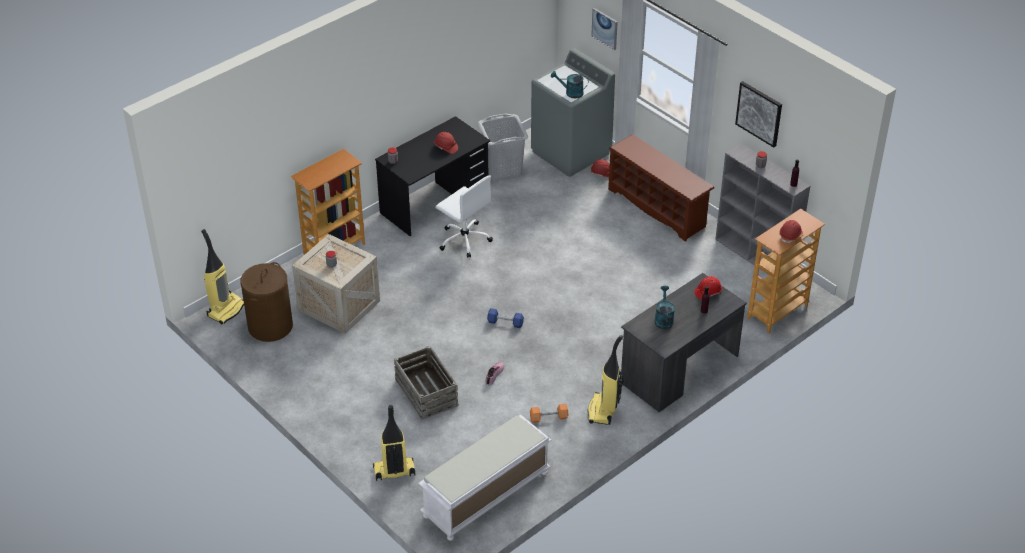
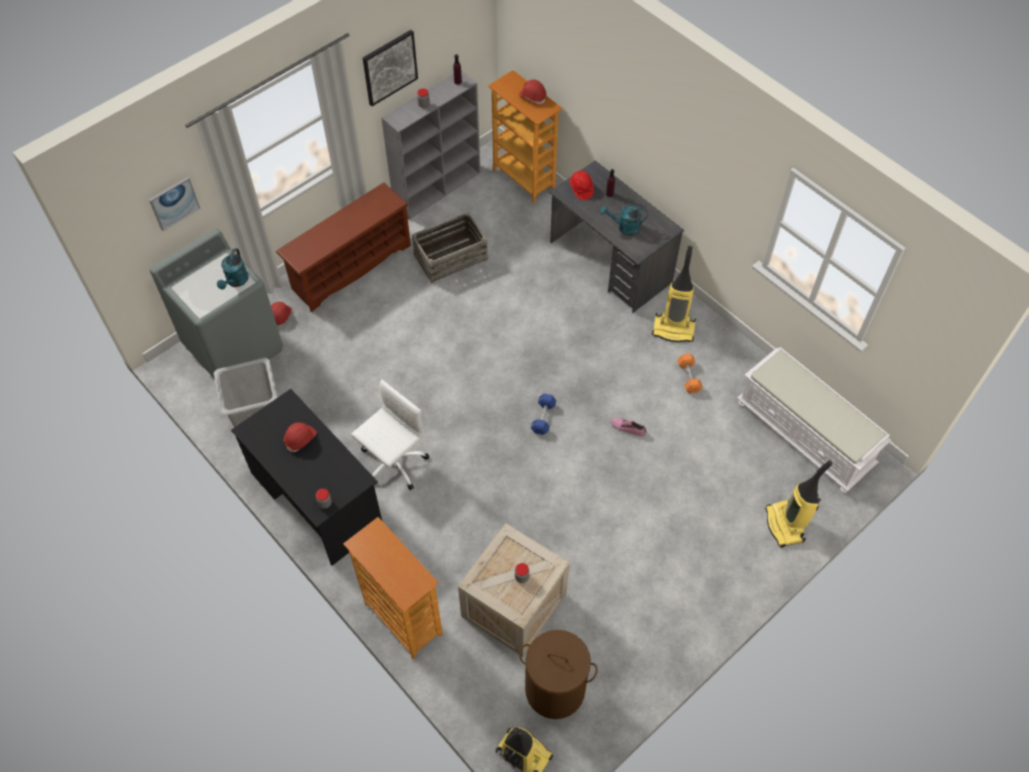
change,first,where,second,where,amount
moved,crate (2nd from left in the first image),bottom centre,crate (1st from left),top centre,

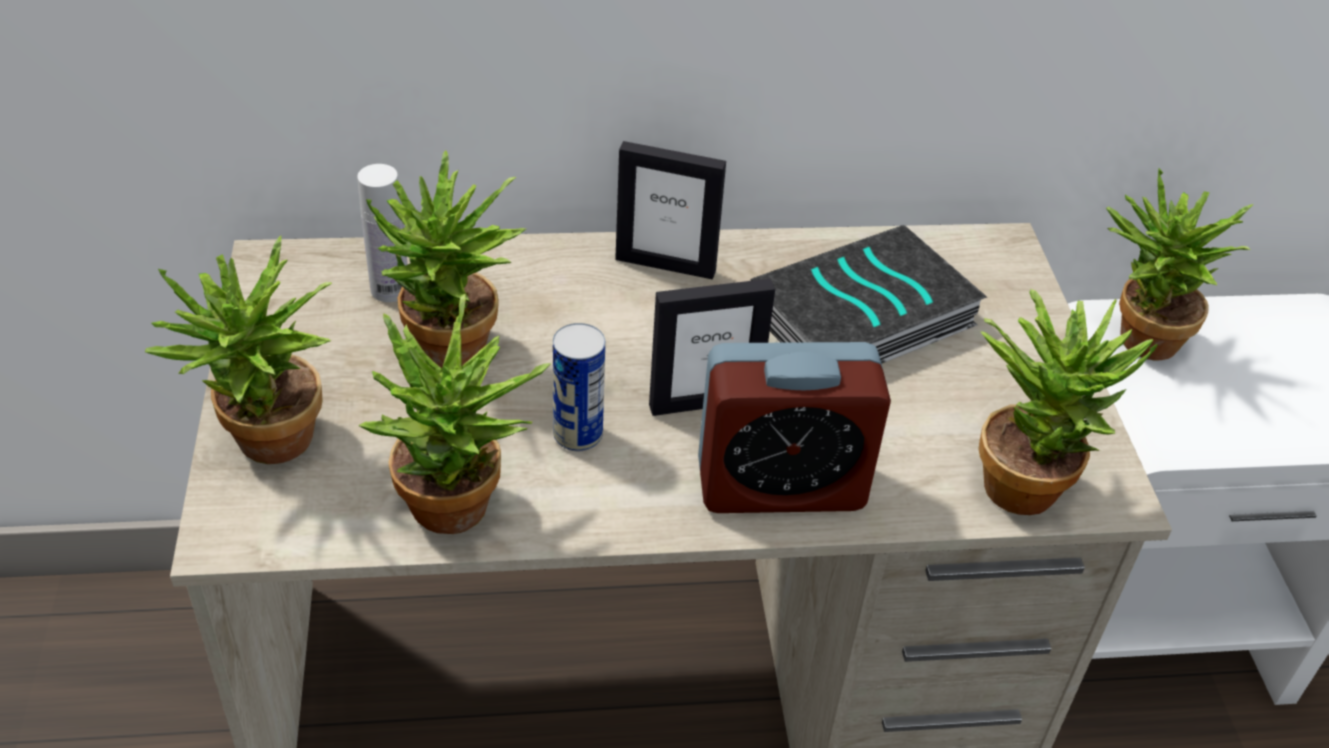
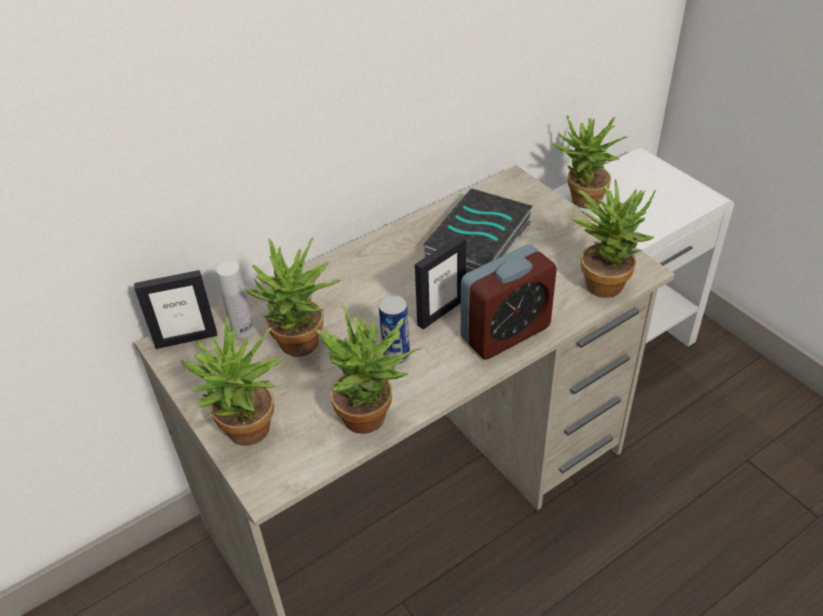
change,first,where,second,where,amount
moved,picture frame (1st from left),top centre,,middle left,

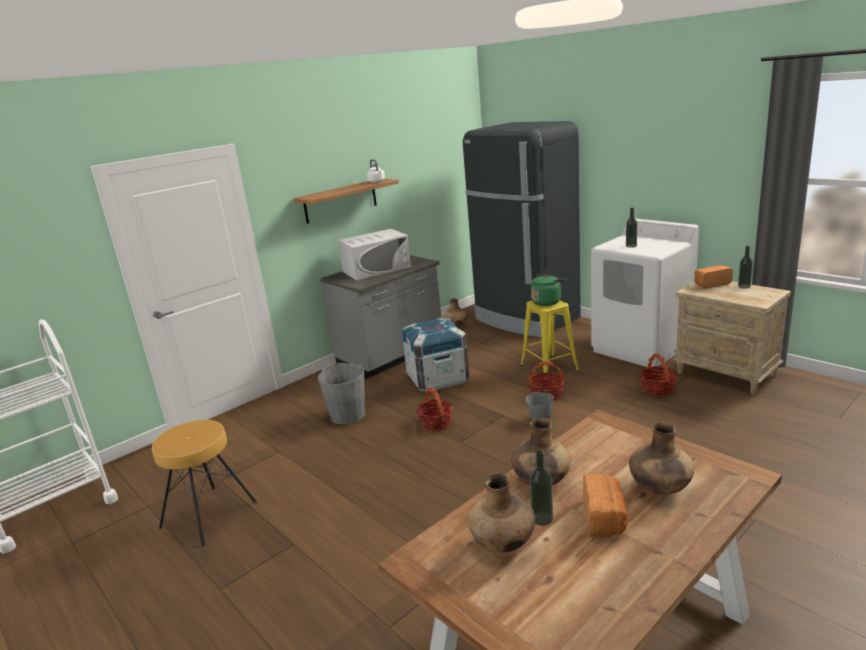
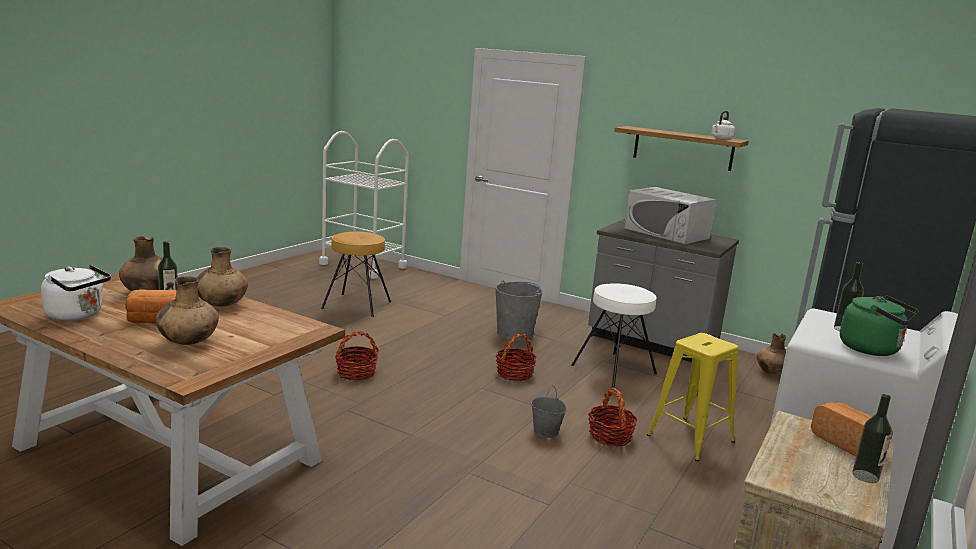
change,first,where,second,where,amount
replaced,crate,centre,stool (white),centre,
moved,kettle (green),centre,,middle right,
moved,basket (3rd from left in the first image),middle right,basket (1st from left),centre,
added,,,kettle (white) (1st from left),middle left,

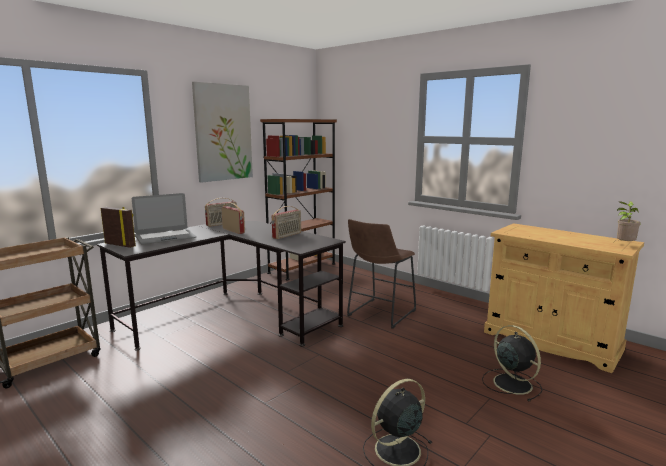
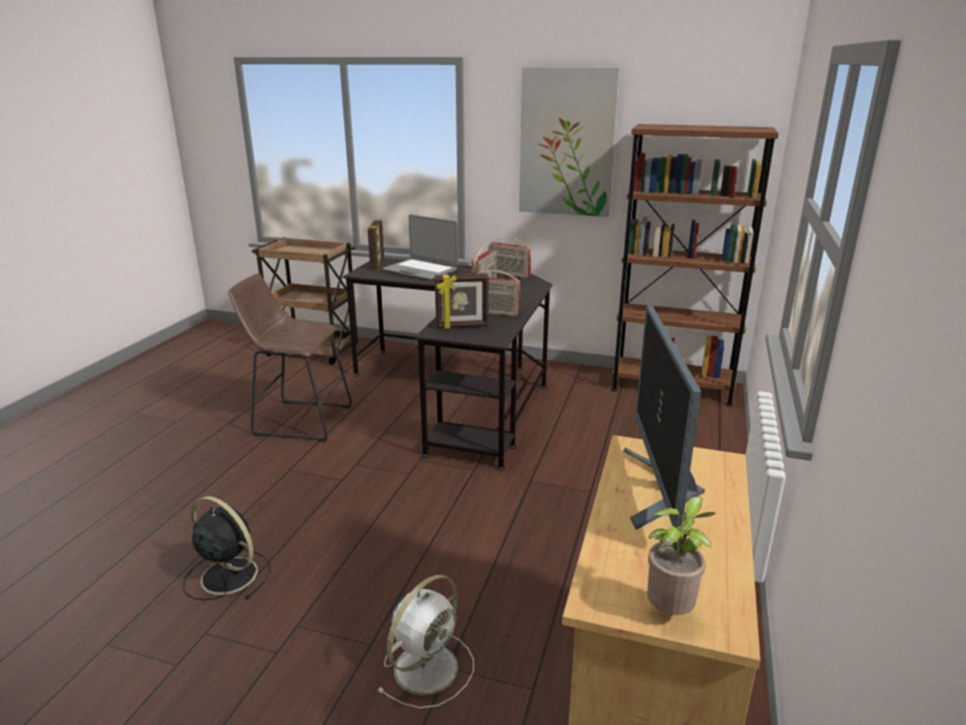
change,first,where,second,where,amount
moved,stool (brown),centre,,middle left,
recoloured,fan (black) (2nd from left),bottom right,fan (white),bottom centre,
added,,,picture frame (2nd from left),centre,
added,,,monitor,middle right,

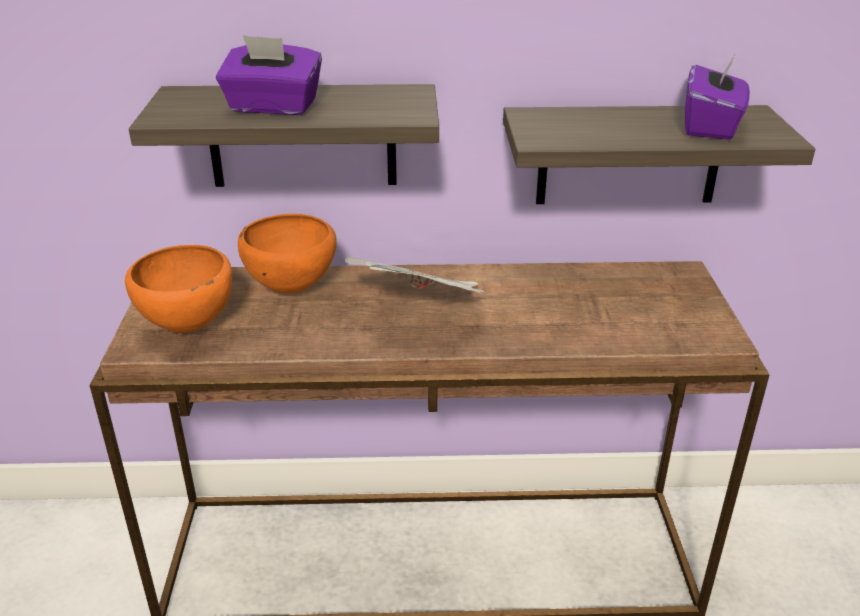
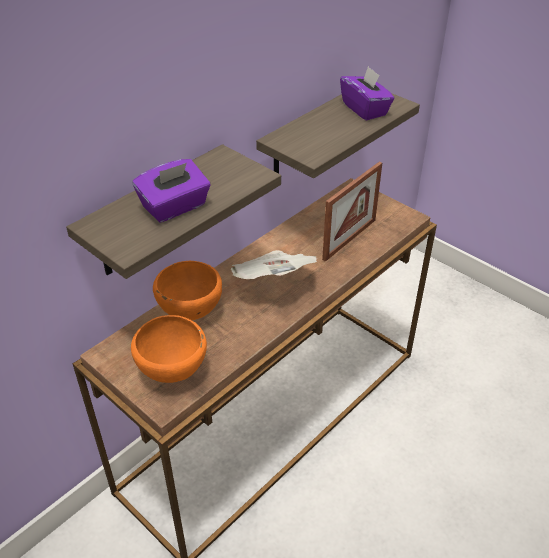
change,first,where,second,where,amount
added,,,picture frame,centre,

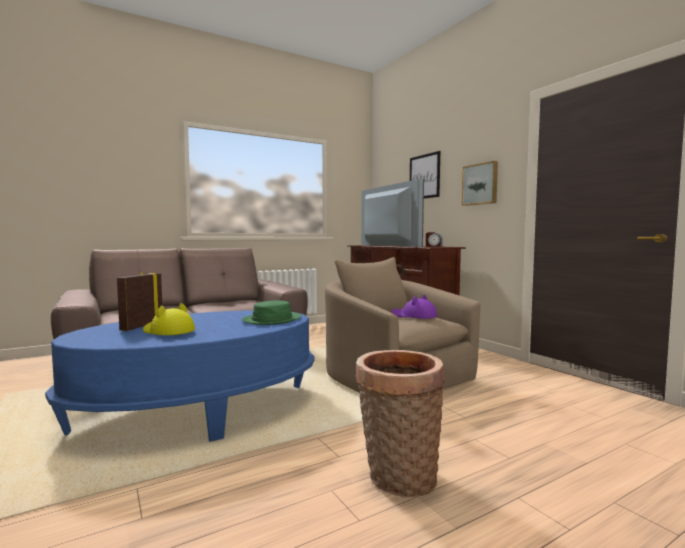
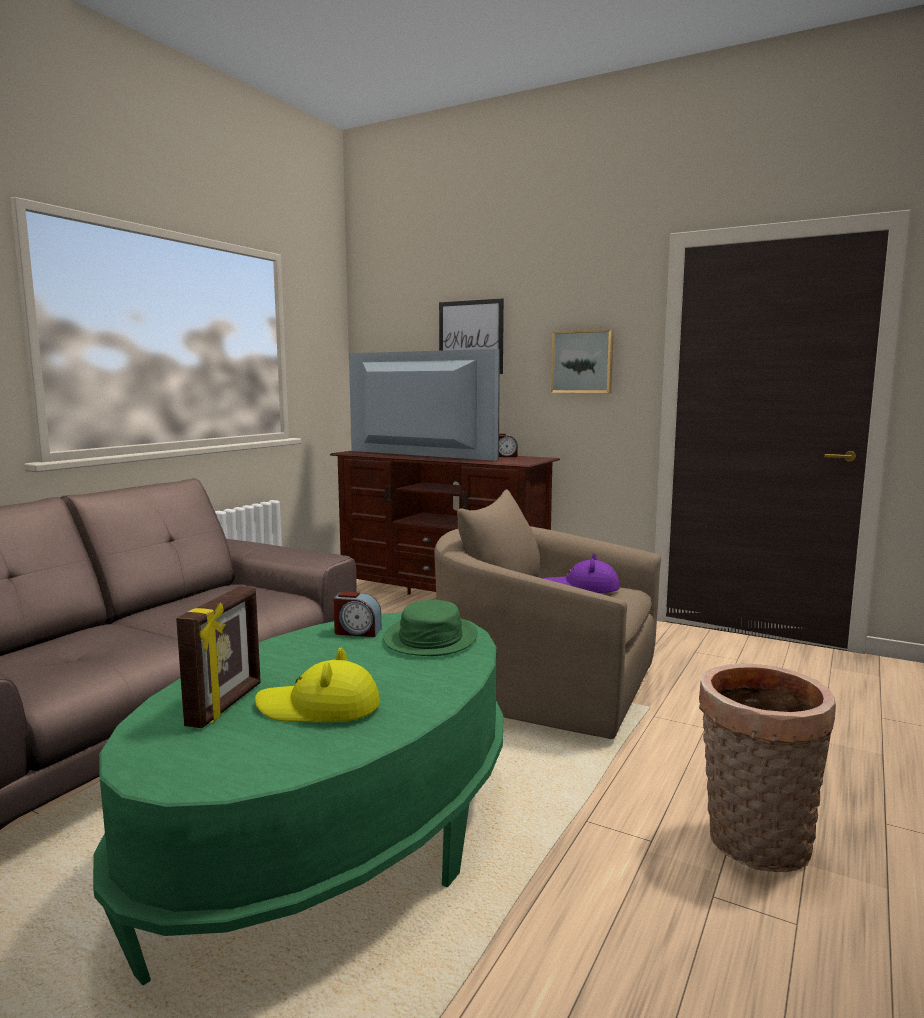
change,first,where,second,where,amount
recoloured,coffee table (blue),bottom left,coffee table (green),bottom left,
turned,picture frame,middle left,,middle left,150 degrees counterclockwise
added,,,alarm clock (1st from left),centre,

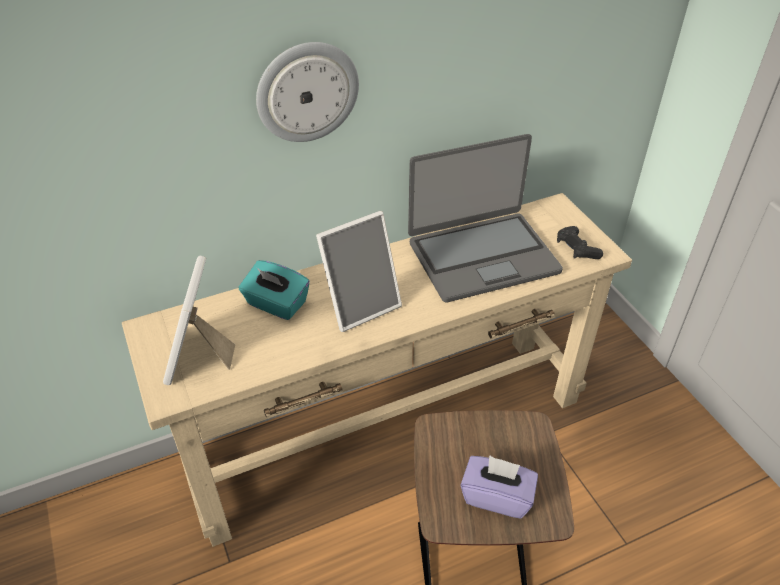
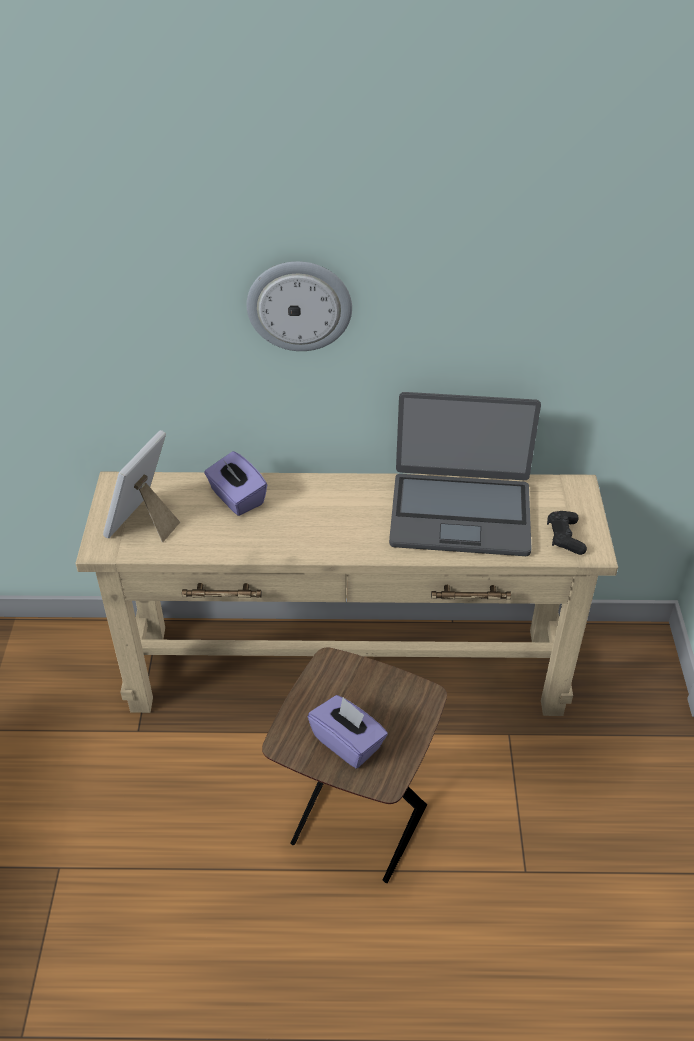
change,first,where,second,where,amount
recoloured,tissue box (turquoise),centre,tissue box (purple) (1st from left),centre,
removed,picture frame (2nd from left),centre,,,

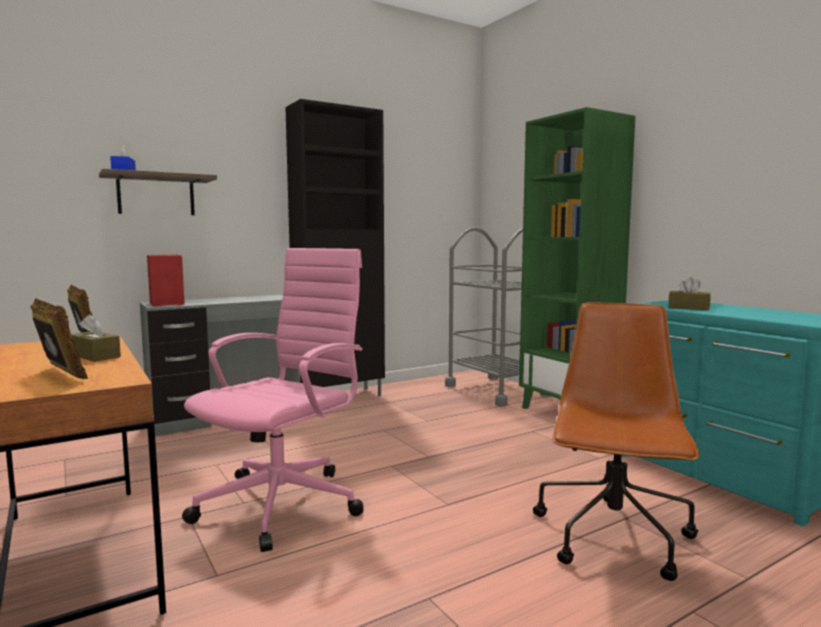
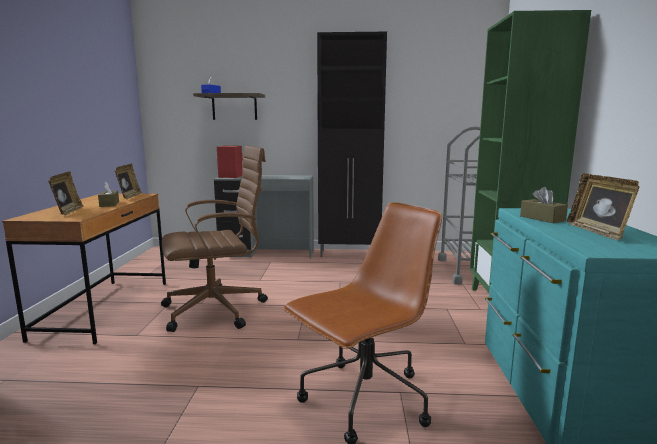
change,first,where,second,where,amount
recoloured,office chair (pink),middle left,office chair (brown) (1st from left),middle left,
added,,,picture frame (3rd from left),middle right,

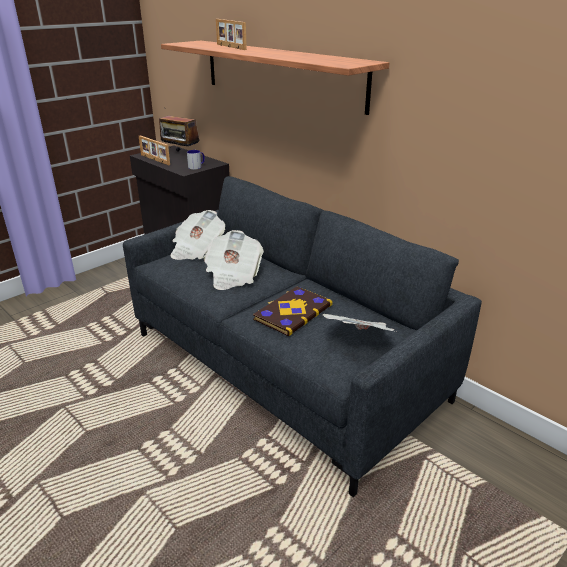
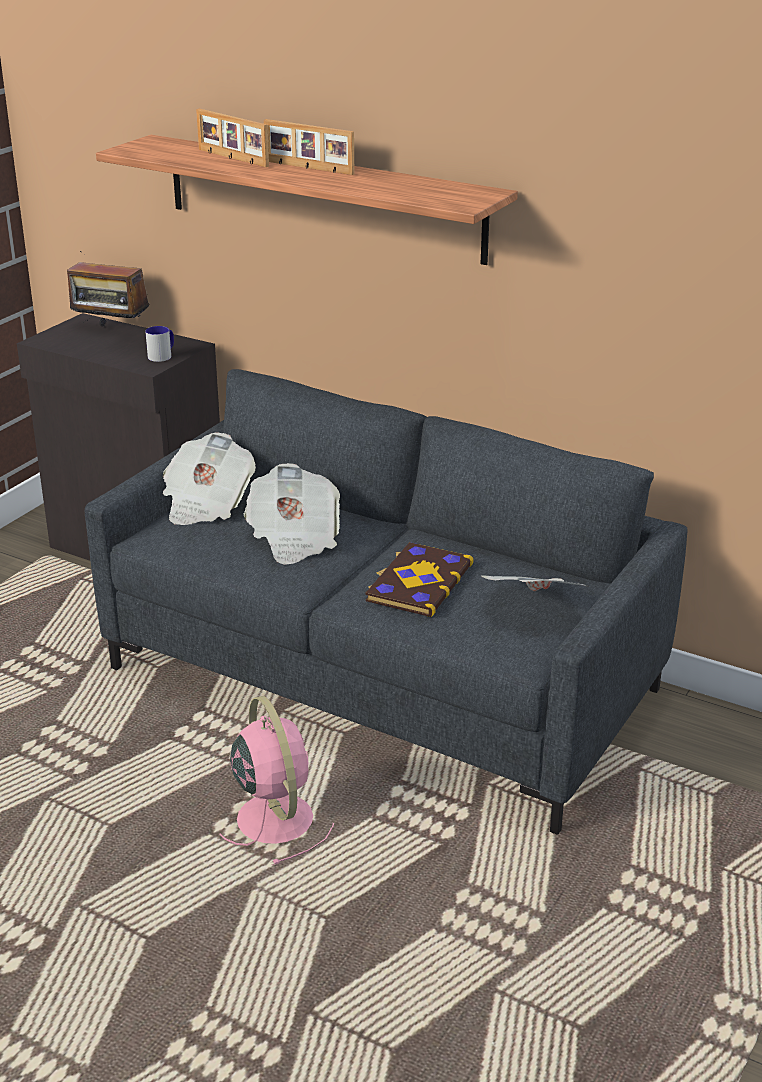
change,first,where,second,where,amount
moved,picture frame (1st from left in the first image),top left,picture frame (2nd from left),top centre,
added,,,fan (pink),bottom centre,

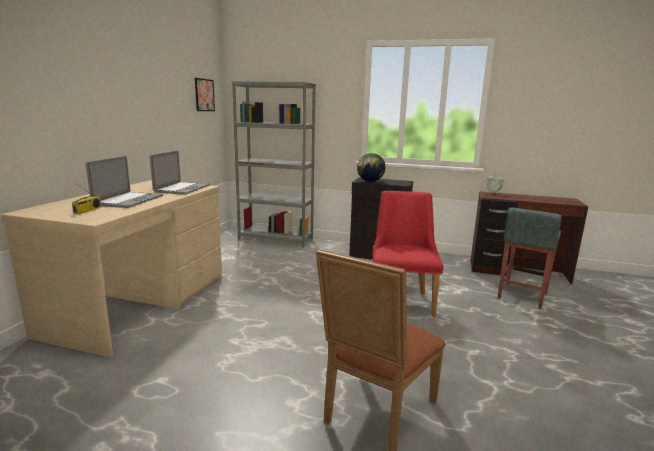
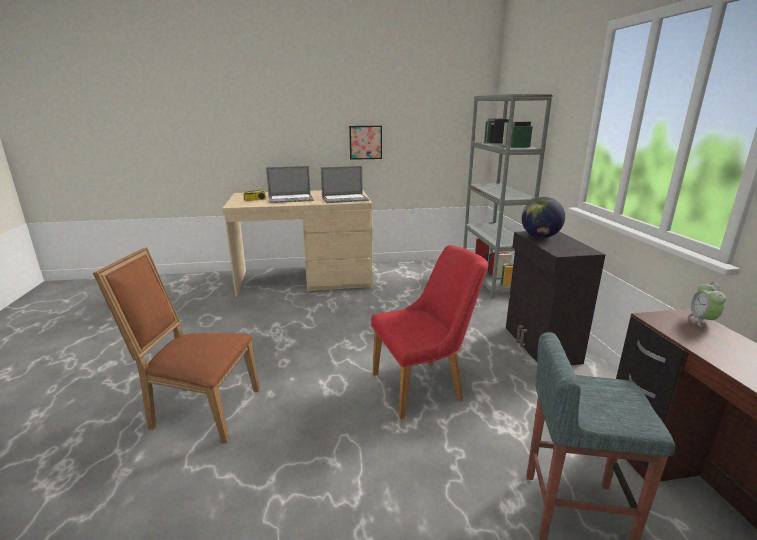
change,first,where,second,where,amount
moved,picture,top left,,top centre,

